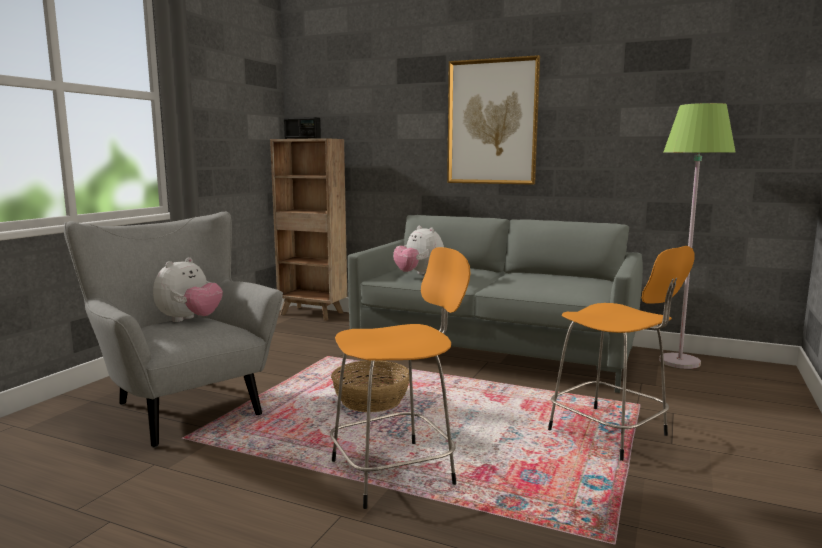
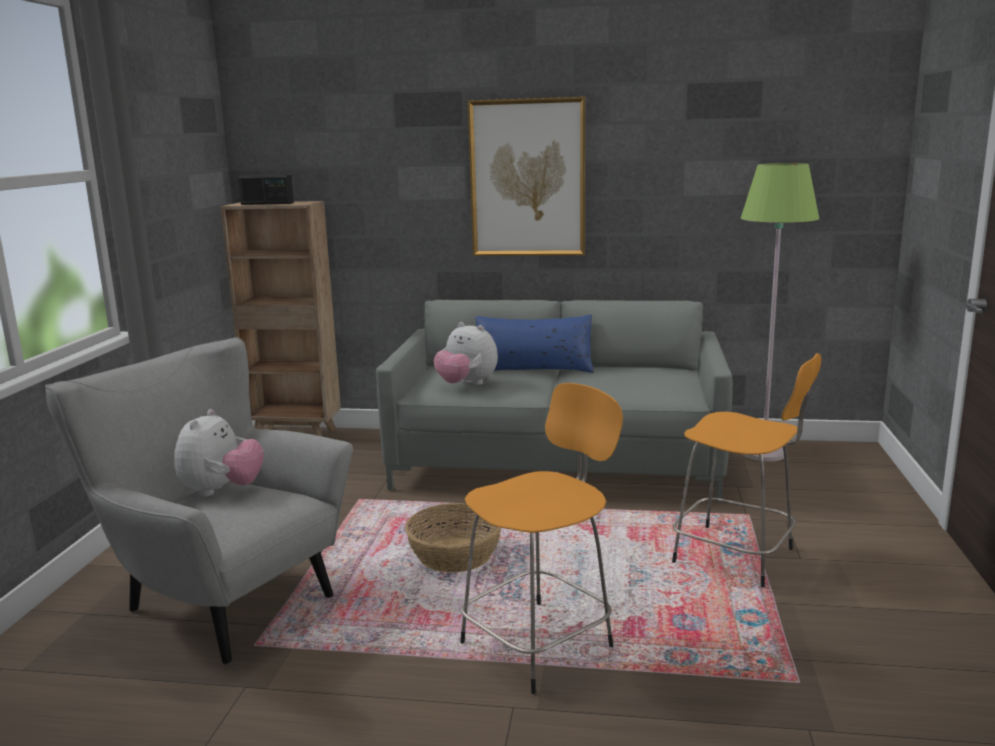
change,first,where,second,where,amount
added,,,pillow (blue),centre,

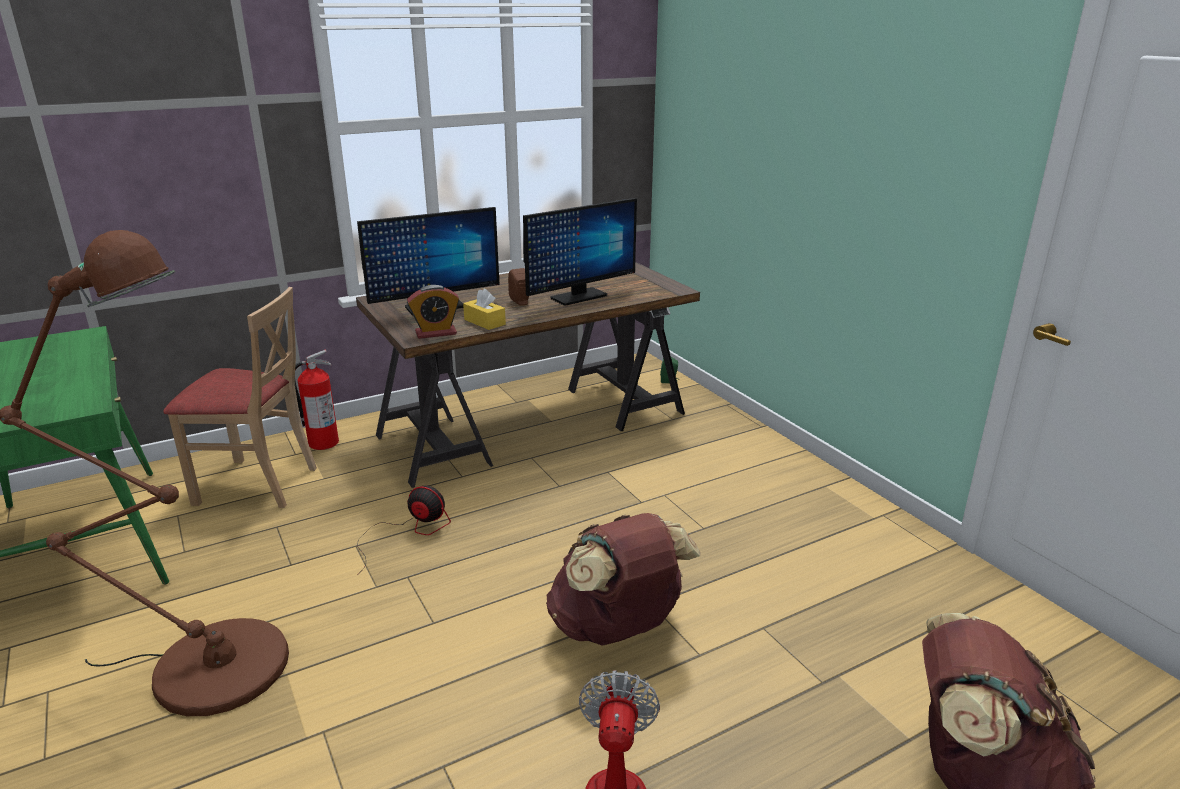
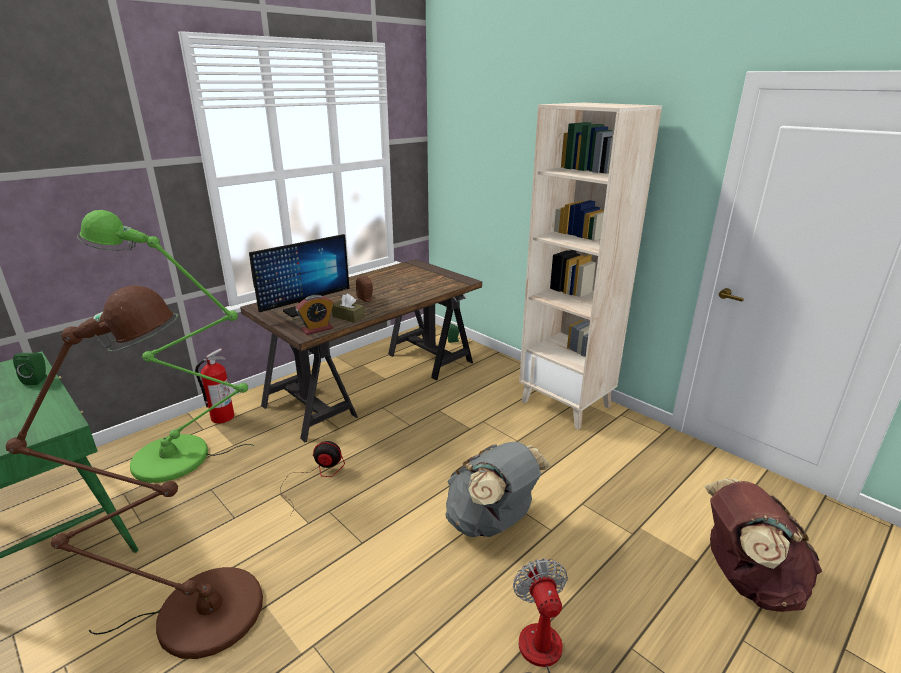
change,first,where,second,where,amount
replaced,chair (beige),middle left,floor lamp (green),middle left,
recoloured,tissue box (yellow),centre,tissue box (brown),centre,
removed,monitor (2nd from left),top centre,,,
recoloured,backpack (brown) (1st from left),bottom centre,backpack (grey),bottom centre,
added,,,speaker (green) (1st from left),middle left,
added,,,bookcase (beige),centre,

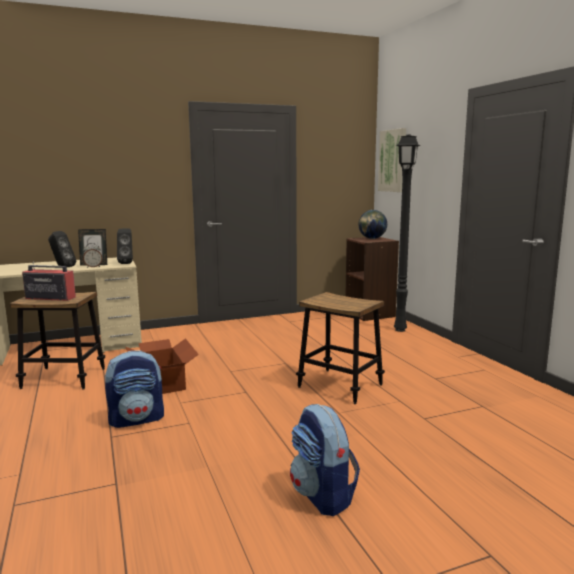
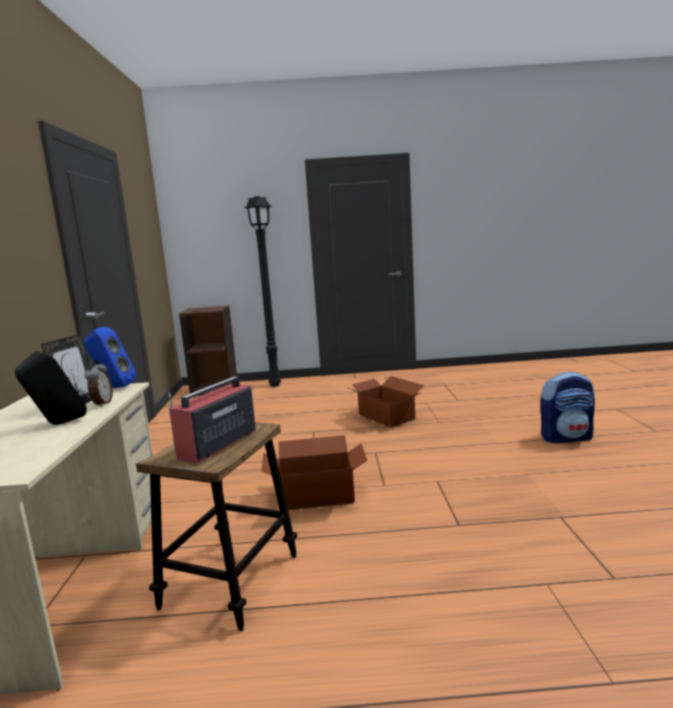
change,first,where,second,where,amount
removed,backpack (1st from left),bottom left,,,
recoloured,speaker (black) (2nd from left),middle left,speaker (blue),middle left,
replaced,stool (2nd from left),centre,cardboard box (2nd from left),centre,
removed,globe,centre,,,
removed,picture,top right,,,

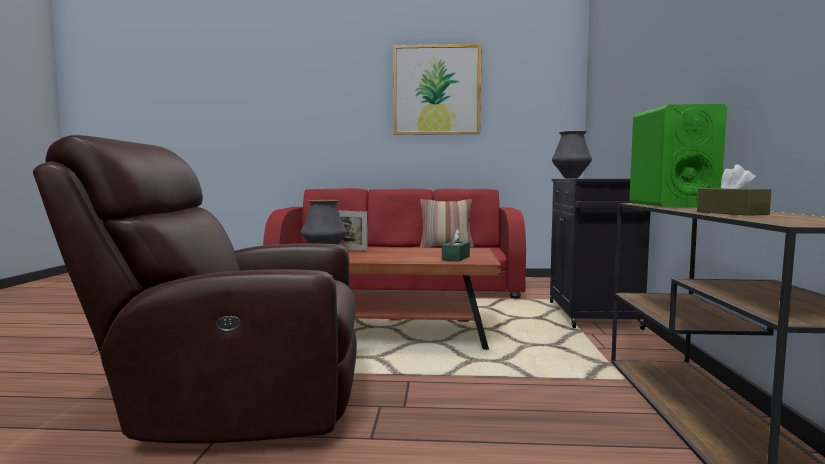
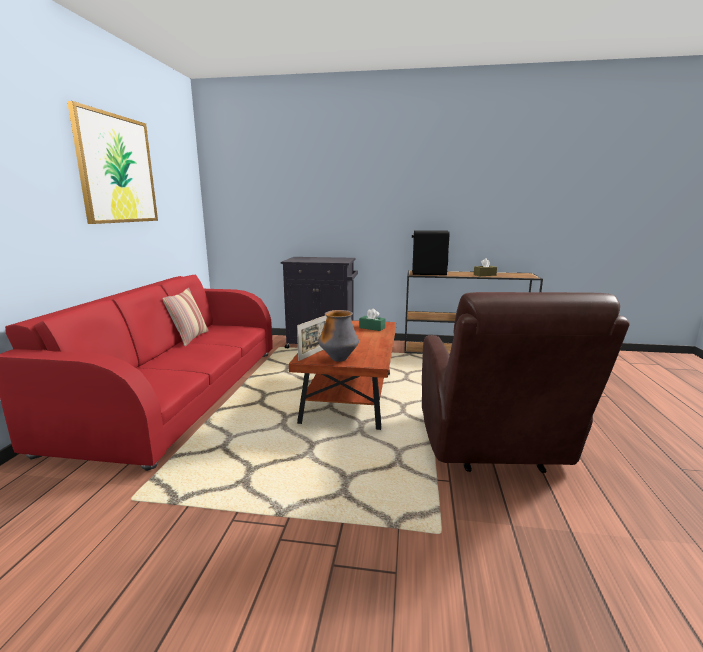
change,first,where,second,where,amount
removed,vase (2nd from left),top right,,,
recoloured,speaker (green),middle right,speaker (black),centre,

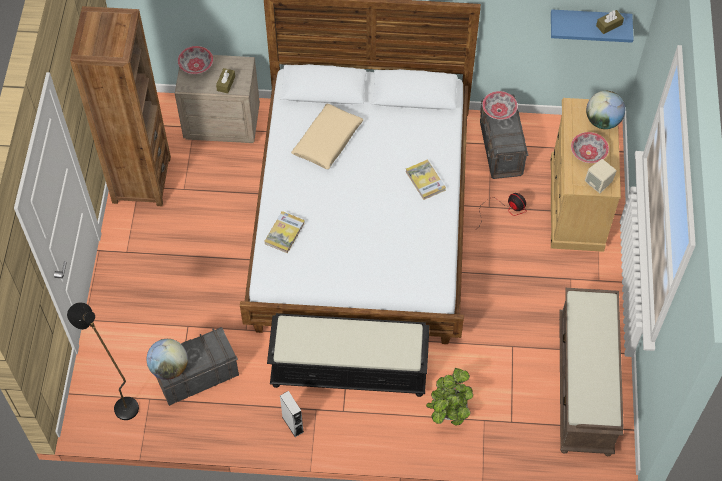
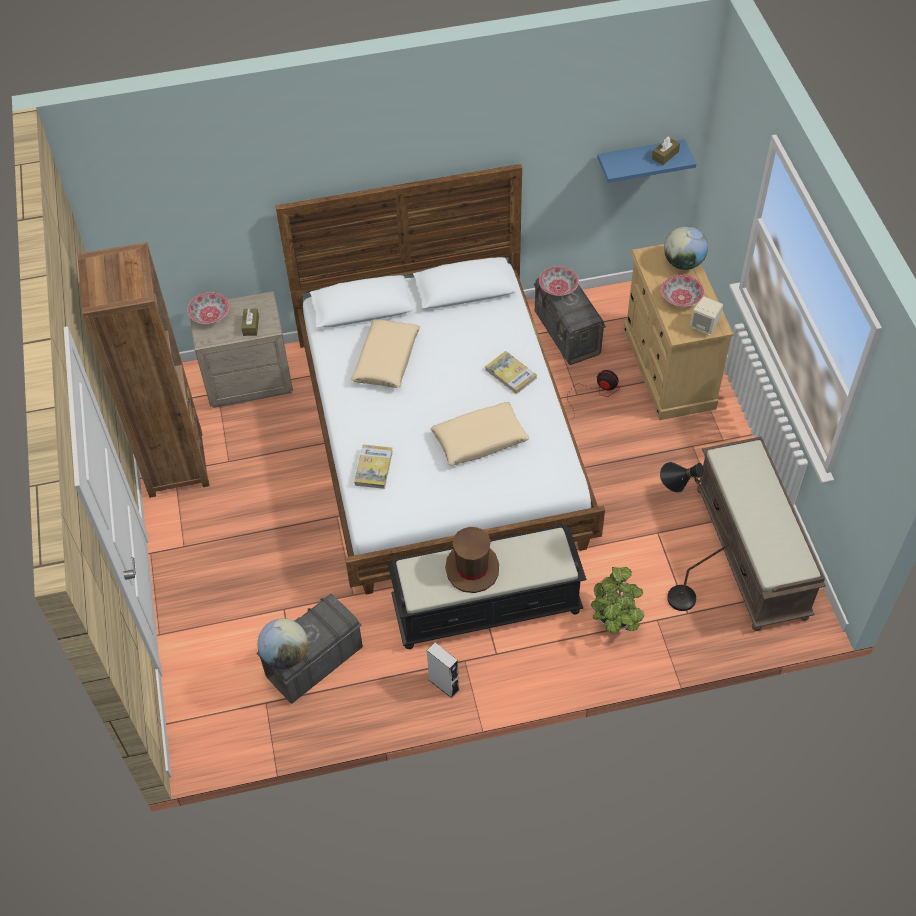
change,first,where,second,where,amount
moved,floor lamp (black),bottom left,,middle right,
added,,,pillow (beige) (2nd from left),centre,
added,,,hat (brown),centre,

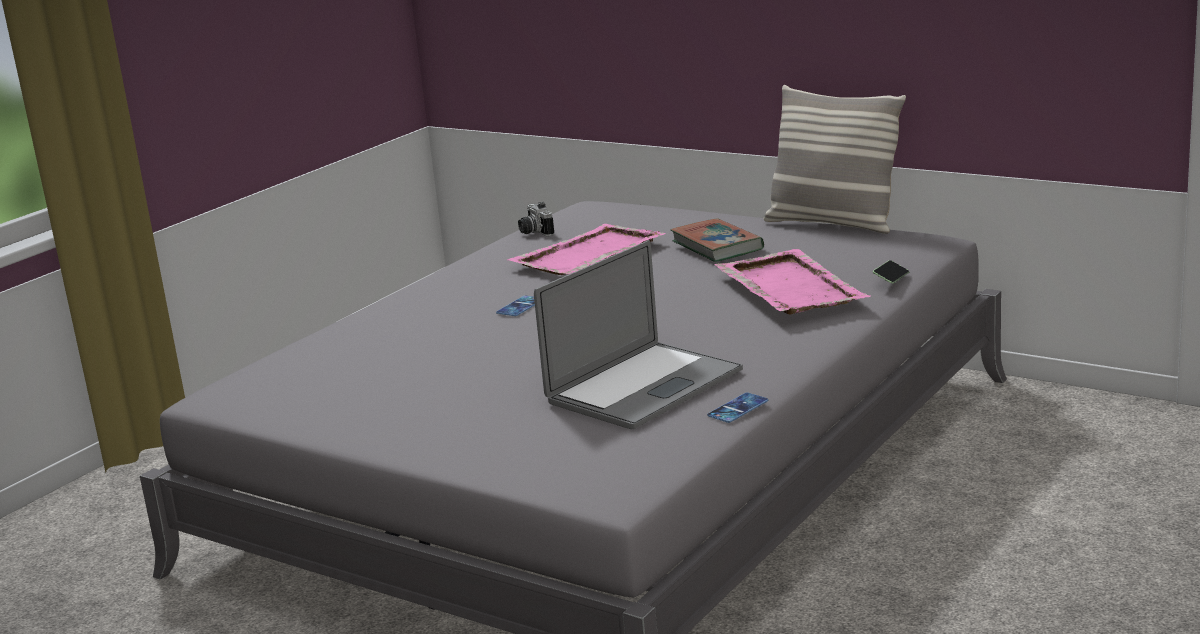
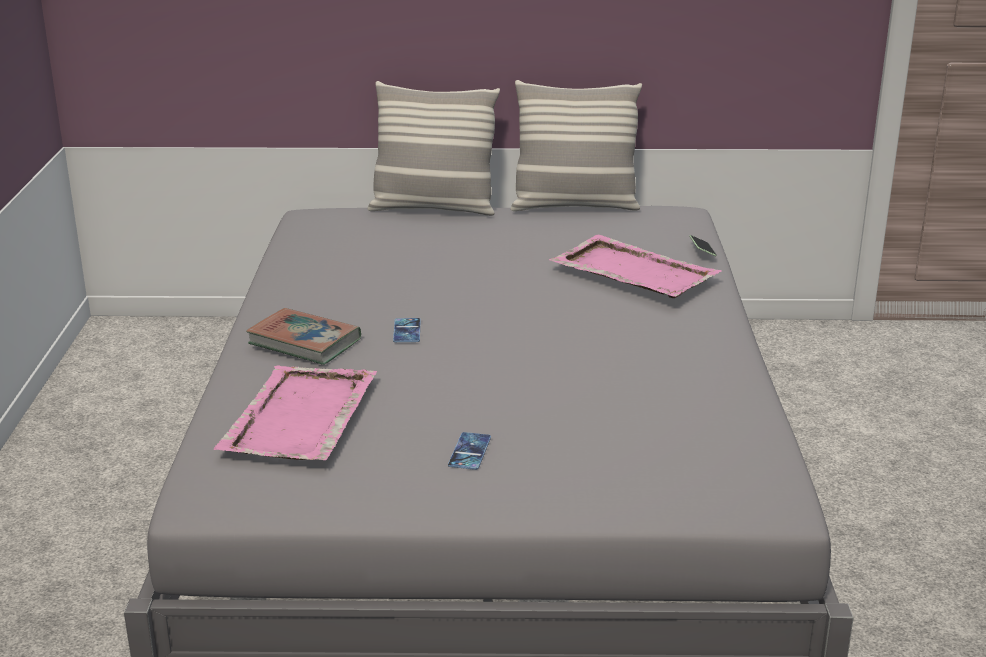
change,first,where,second,where,amount
moved,tray (pink) (1st from left),centre,,middle left,
removed,photo camera,centre,,,
removed,laptop,centre,,,
moved,book,centre,,middle left,
moved,phone (2nd from left),centre,,bottom centre,
added,,,pillow (1st from left),top centre,

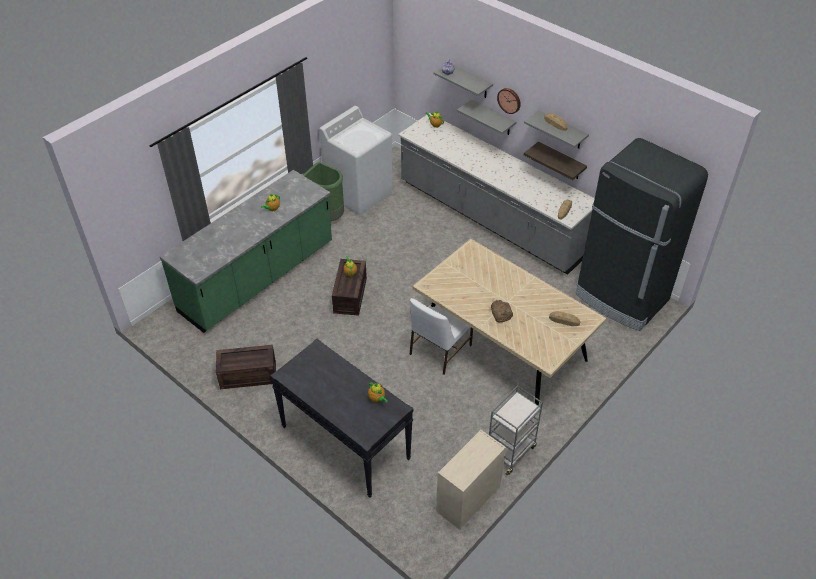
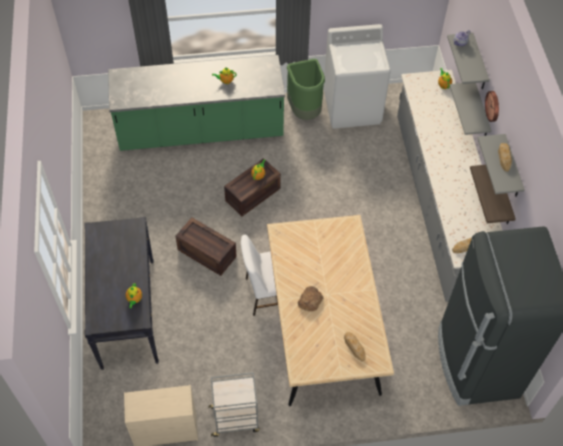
change,first,where,second,where,amount
moved,crate (1st from left),middle left,,centre,

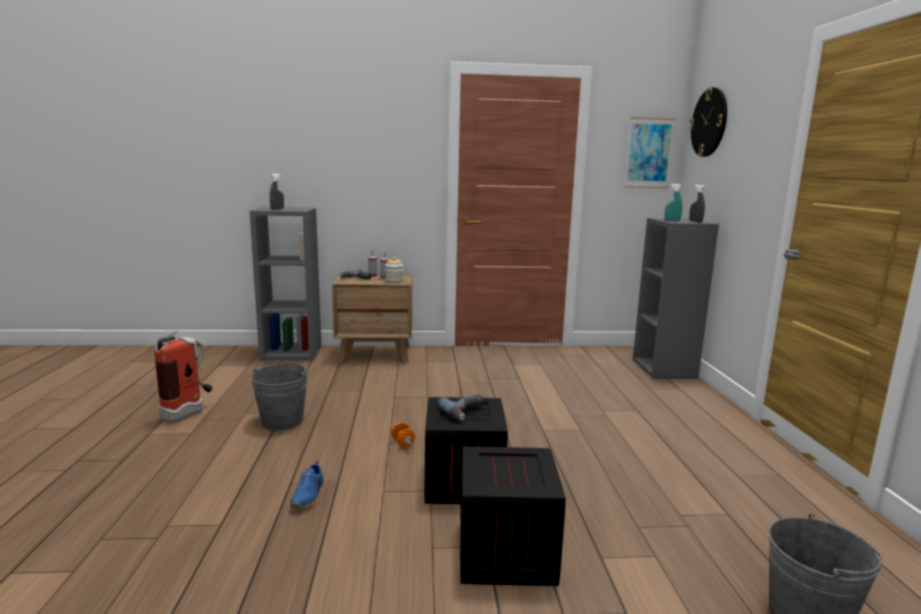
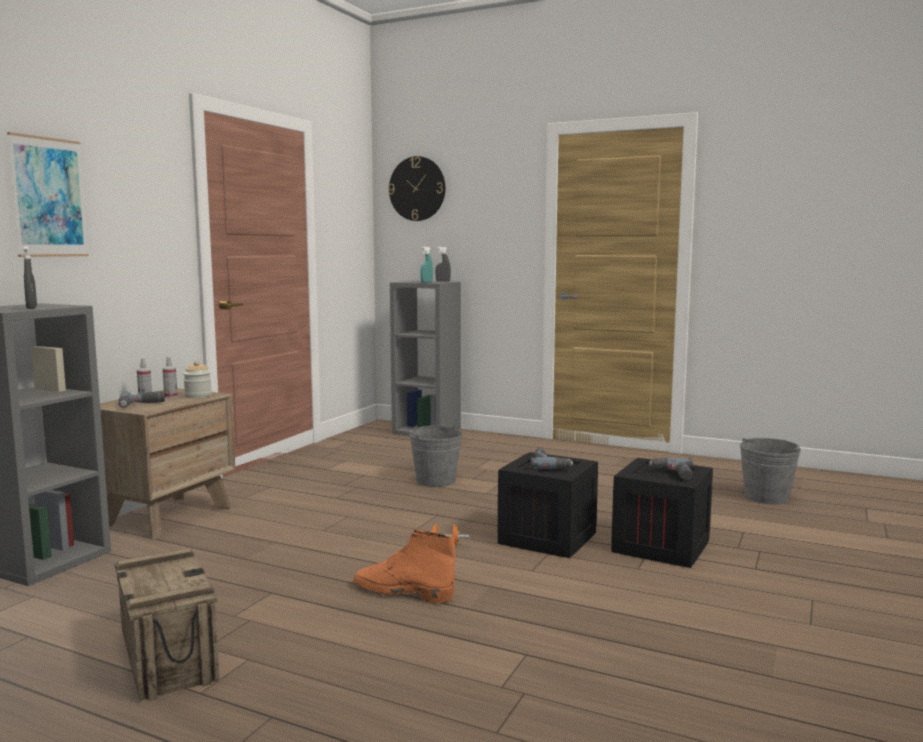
change,first,where,second,where,amount
replaced,fire extinguisher,middle left,crate (1st from left),bottom left,
moved,bucket (grey) (1st from left),middle left,,centre,
removed,shoe (blue),bottom centre,,,
moved,picture,top right,,top left,
added,,,boot (orange),bottom centre,
added,,,power drill (3rd from left),middle right,

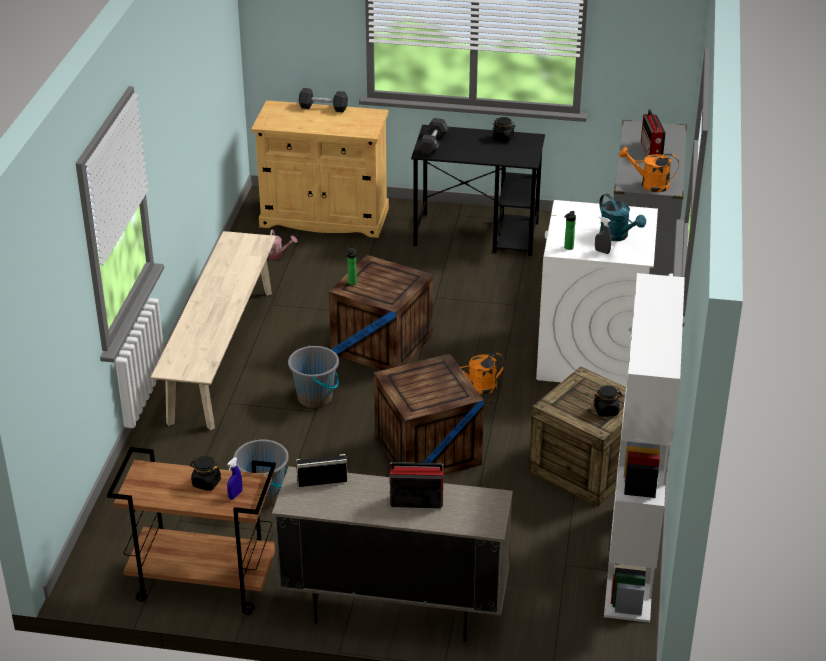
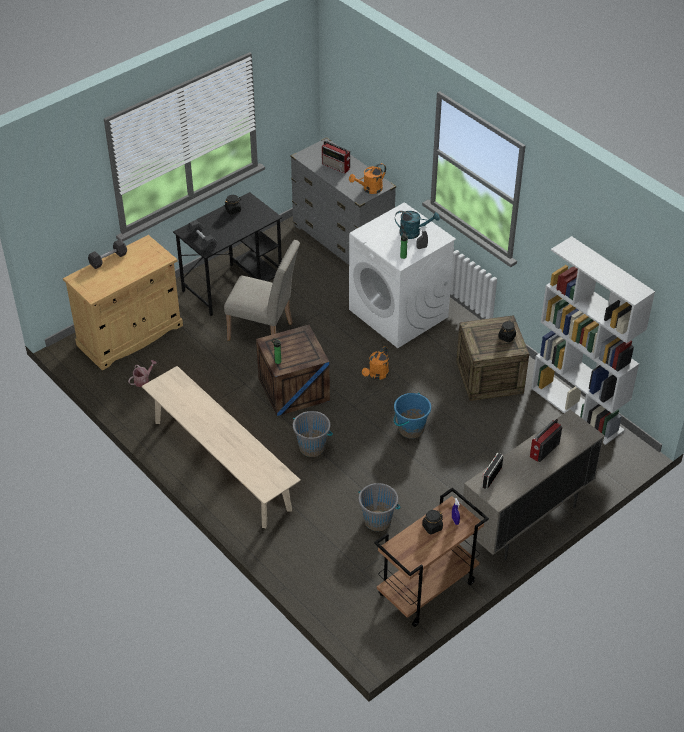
change,first,where,second,where,amount
replaced,crate (2nd from left),centre,bucket (blue),centre,
added,,,chair (beige),centre,

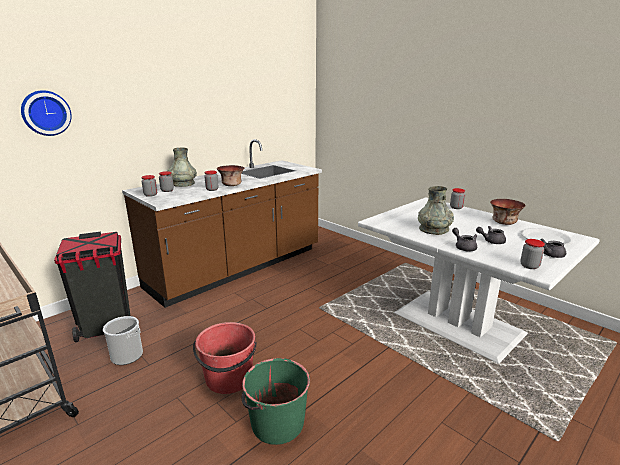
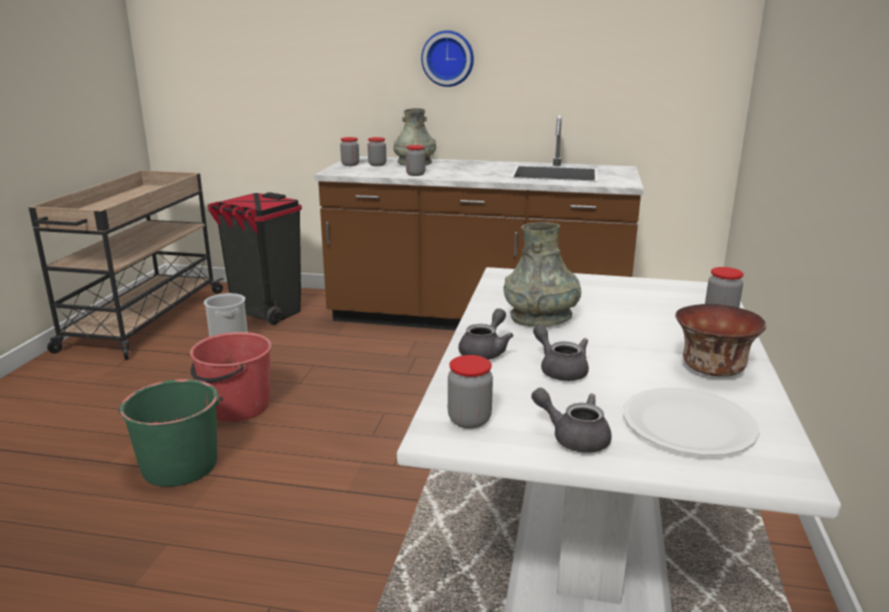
change,first,where,second,where,amount
moved,wall clock,top left,,top centre,
removed,bowl (1st from left),centre,,,

